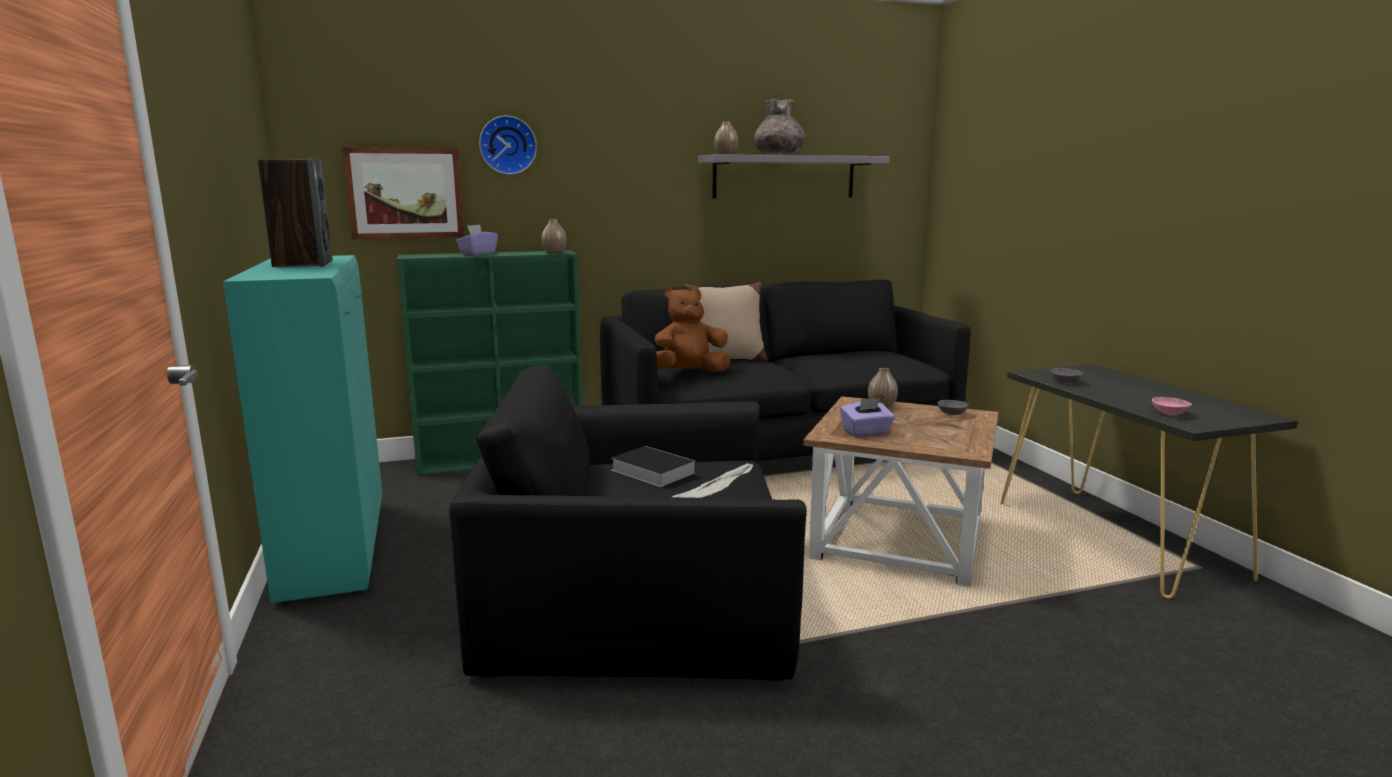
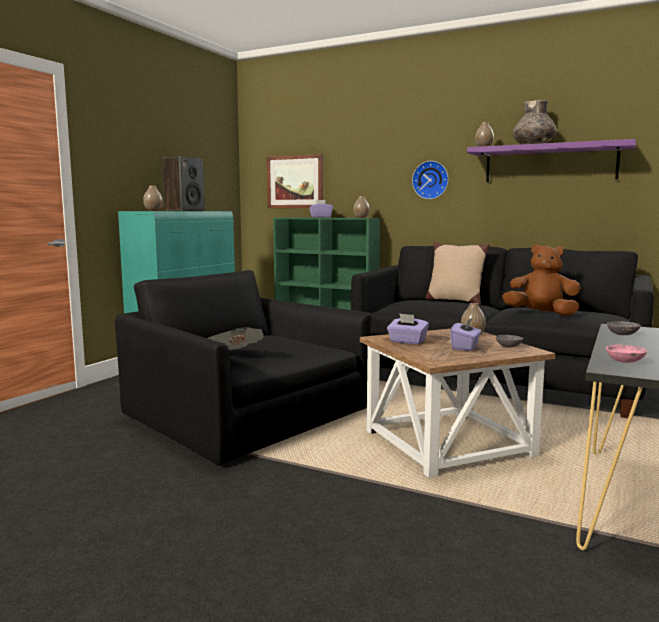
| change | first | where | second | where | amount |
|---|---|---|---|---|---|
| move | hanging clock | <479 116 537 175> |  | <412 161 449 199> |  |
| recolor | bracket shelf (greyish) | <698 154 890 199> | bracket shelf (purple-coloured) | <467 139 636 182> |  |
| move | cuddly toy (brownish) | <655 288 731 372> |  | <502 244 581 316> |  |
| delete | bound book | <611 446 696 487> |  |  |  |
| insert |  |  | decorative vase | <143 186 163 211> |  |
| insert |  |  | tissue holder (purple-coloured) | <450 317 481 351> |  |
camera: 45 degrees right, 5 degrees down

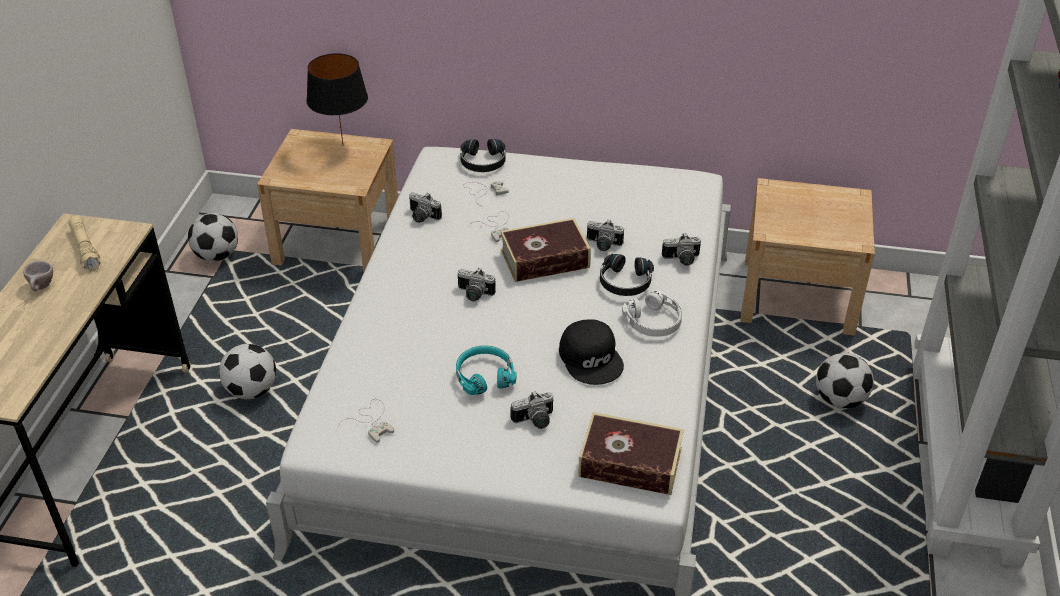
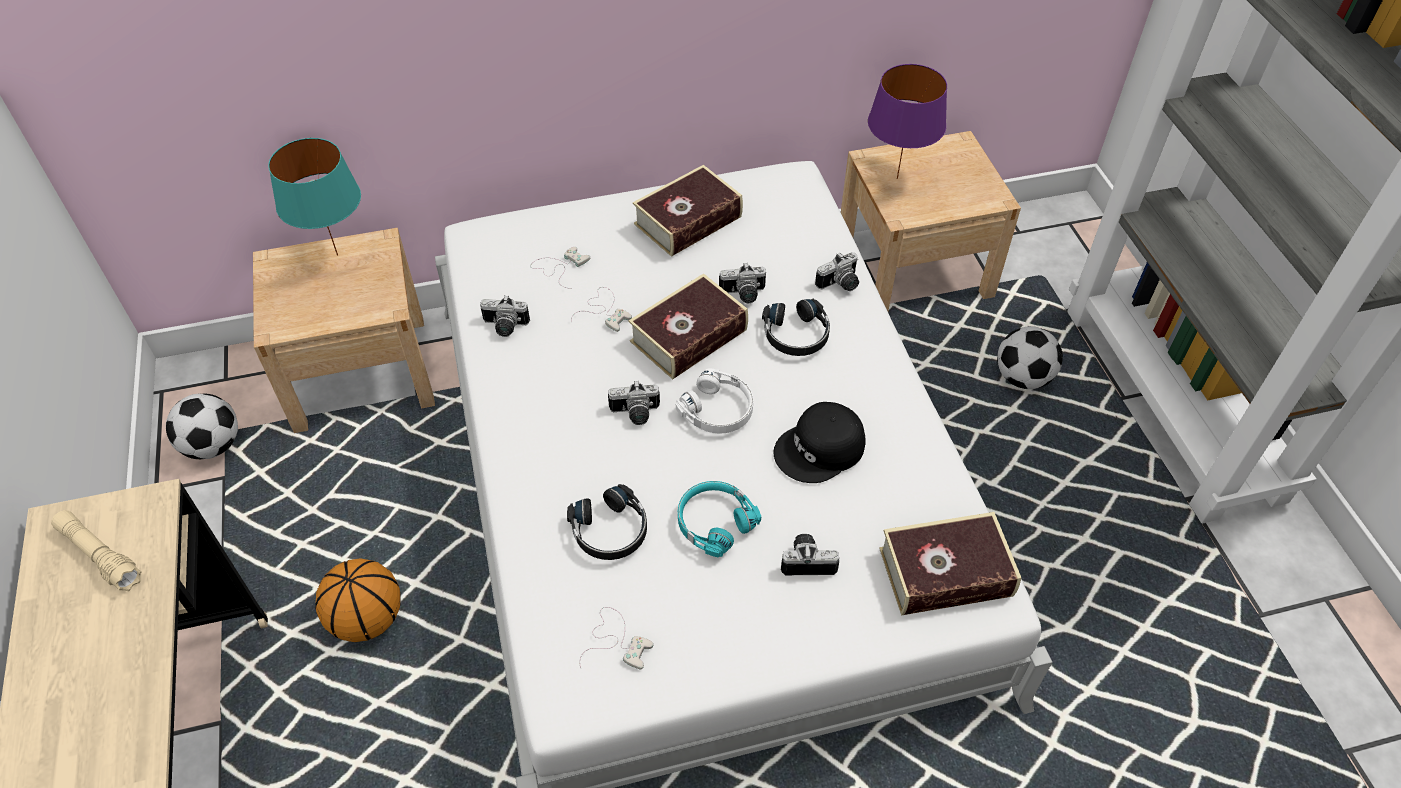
| change | first | where | second | where | amount |
|---|---|---|---|---|---|
| recolor | table lamp (blackish) | <306 53 368 144> | table lamp (turquoise-coloured) | <268 138 361 256> |  |
| move | pair of headphones (blackish) | <460 139 506 172> |  | <567 484 647 560> |  |
| delete | drinking cup (beige-coloured) | <23 261 53 291> |  |  |  |
| move | pair of headphones (white-coloured) | <622 290 682 337> |  | <676 368 753 434> |  |
| rotate | cap (blackish) | <559 319 624 385> |  | <773 402 865 483> | 105 degrees clockwise |
| replace | football | <219 344 276 399> | basketball ball | <315 558 400 642> |  |
| rotate | still camera | <510 391 553 429> |  | <781 534 839 575> | 135 degrees counterclockwise |
| insert |  |  | table lamp (purple-coloured) | <868 64 947 179> |  |
| insert |  |  | bound book | <633 165 743 257> |  |
camera: 25 degrees left, 10 degrees up

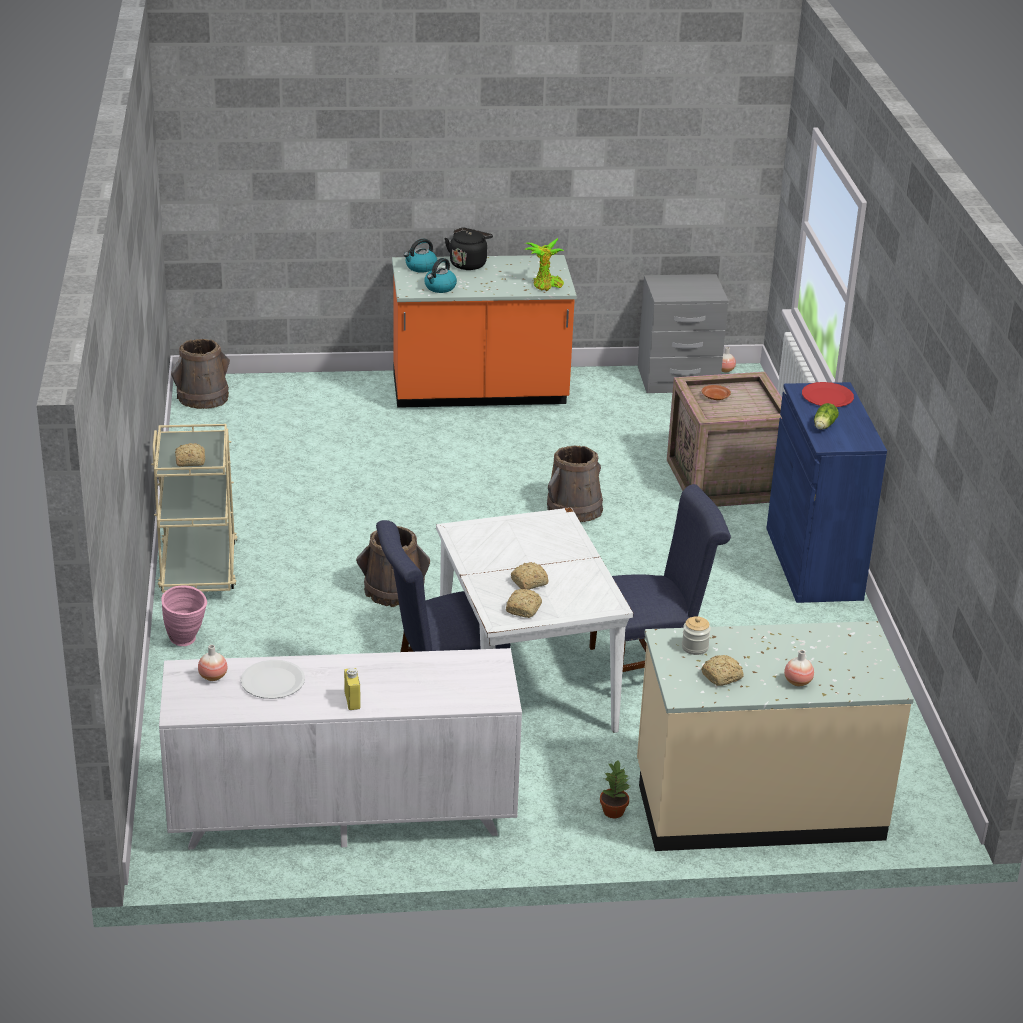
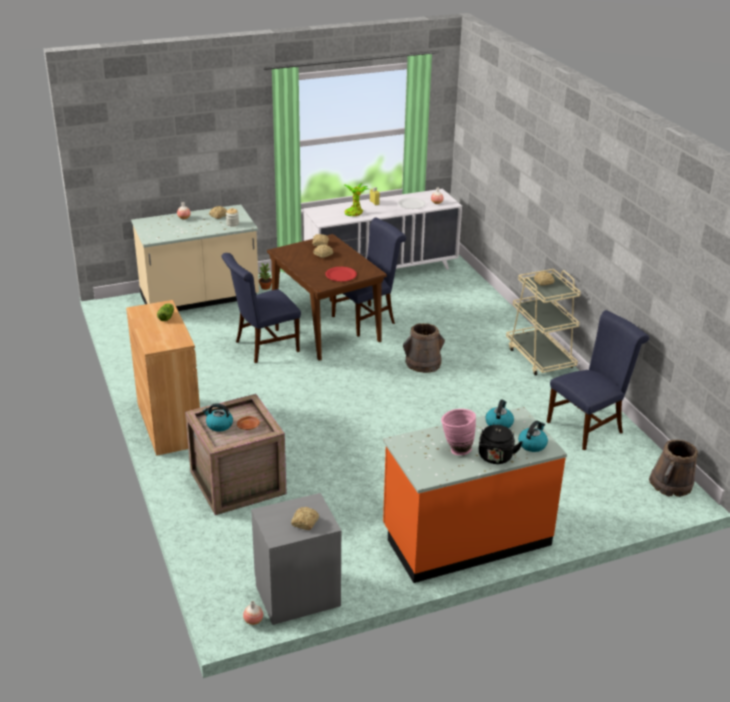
| change | first | where | second | where | amount |
|---|---|---|---|---|---|
| move | potted plant | <524 238 564 291> |  | <345 183 369 216> |  |
| recolor | cupboard (blue-coloured) | <766 382 887 603> | cupboard (brownish) | <126 300 200 456> |  |
| move | flat dish (red) | <802 382 854 407> |  | <325 267 357 282> |  |
| delete | bucket (brownish) | <547 446 603 522> |  |  |  |
| recolor | kitchen table (white-coloured) | <436 507 633 733> | kitchen table (brownish) | <267 234 387 361> |  |
| move | decorative vase (pinkish) | <161 586 207 646> |  | <441 409 476 455> |  |
| insert |  |  | plain chair (blue-coloured) | <547 310 649 450> |  |
| insert |  |  | tea kettle | <203 403 233 432> |  |
| insert |  |  | bakery bread | <291 507 319 530> |  |
camera: 165 degrees right, 0 degrees up

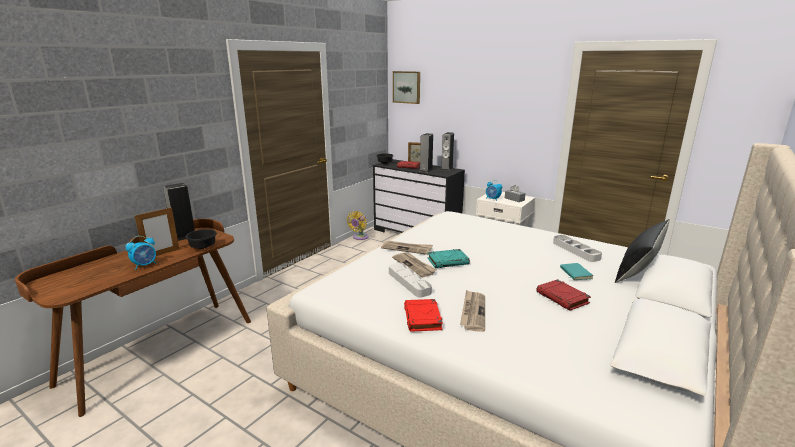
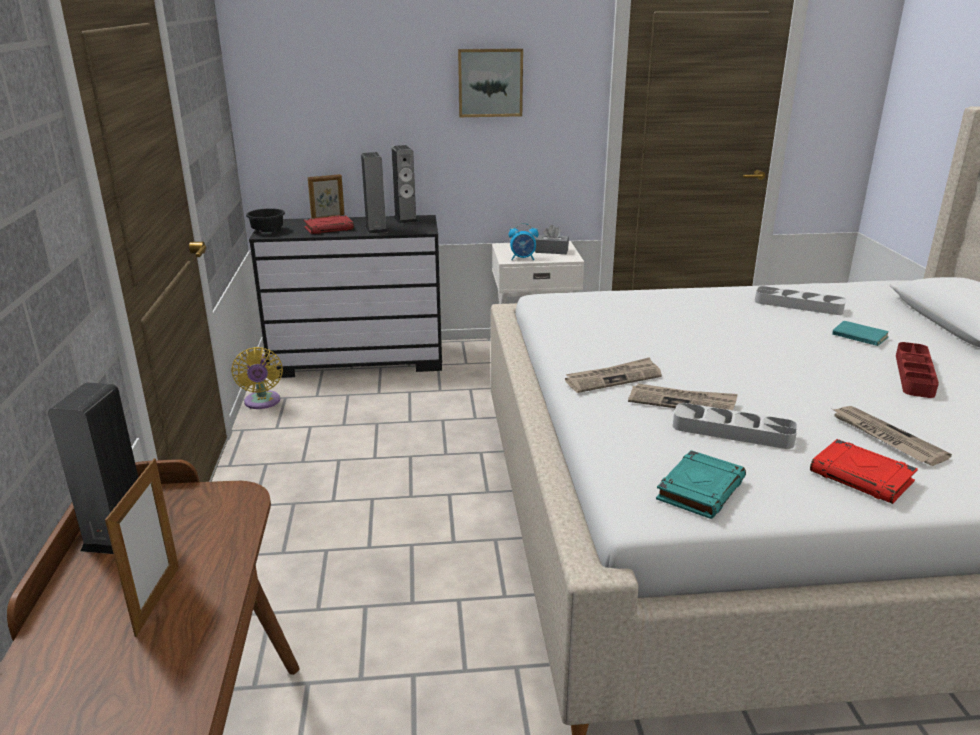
| change | first | where | second | where | amount |
|---|---|---|---|---|---|
| move | picture | <393 71 420 104> |  | <458 48 523 117> |  |
| delete | throw pillow (blackish) | <615 219 670 283> |  |  |  |
| delete | deep dish (blackish) | <185 229 217 249> |  |  |  |
| delete | bedside clock | <126 236 157 270> |  |  |  |
| move | bound book (turquoise-coloured) | <427 249 470 268> |  | <656 450 746 519> |  |
| replace | bound book (red) | <536 279 591 311> | carrying tray (red) | <896 342 939 398> |  |
camera: 40 degrees left, 5 degrees up

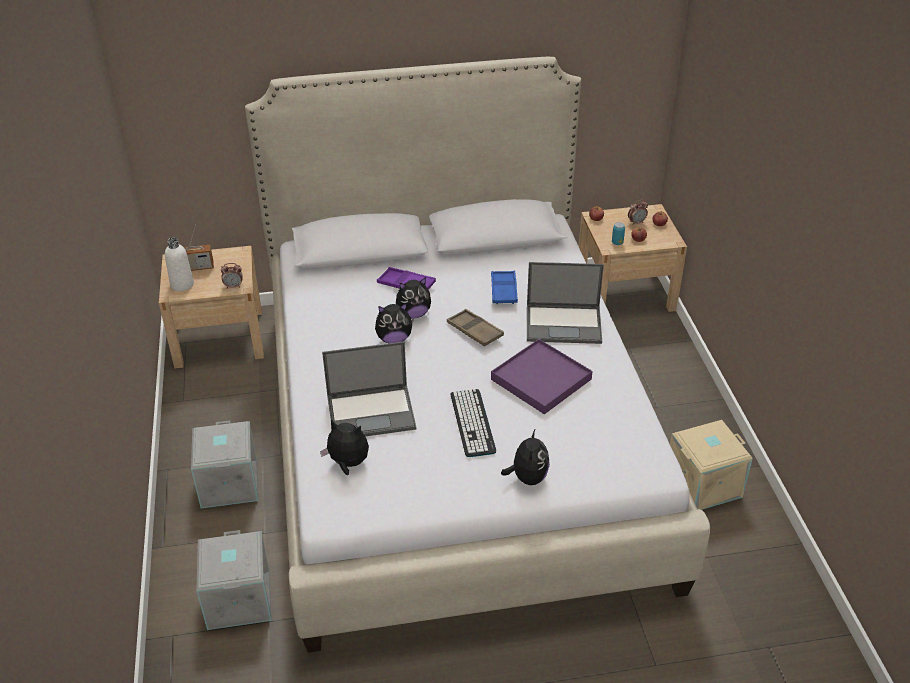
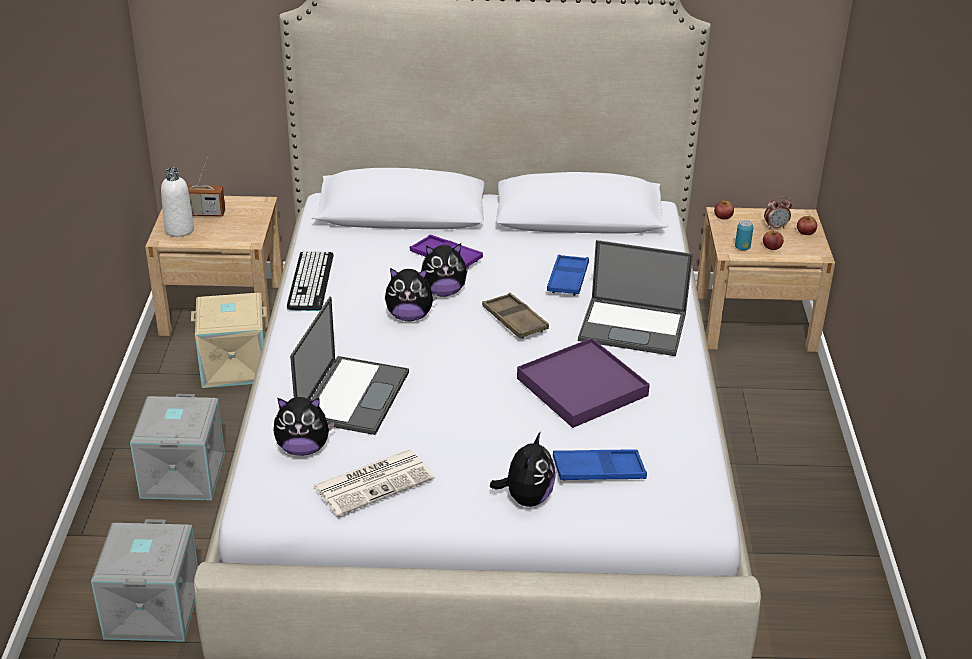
| change | first | where | second | where | amount |
|---|---|---|---|---|---|
| delete | bedside clock | <221 263 243 289> |  |  |  |
| rotate | portable computer | <322 342 416 437> |  | <290 297 409 435> | 75 degrees counterclockwise |
| move | PC keyboard | <451 389 496 457> |  | <287 251 334 311> |  |
| rotate | cuddly toy | <320 420 369 475> |  | <273 397 335 456> | 150 degrees clockwise |
| move | storage container (beige-coloured) | <670 420 753 510> |  | <191 293 267 388> |  |
| insert |  |  | printed paper | <313 449 435 516> |  |
| insert |  |  | carrying tray (blue-coloured) | <553 449 647 481> |  |
camera: 10 degrees right, 5 degrees down

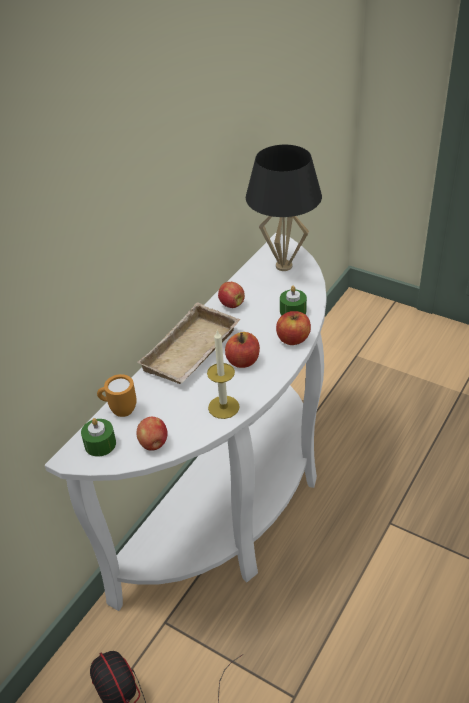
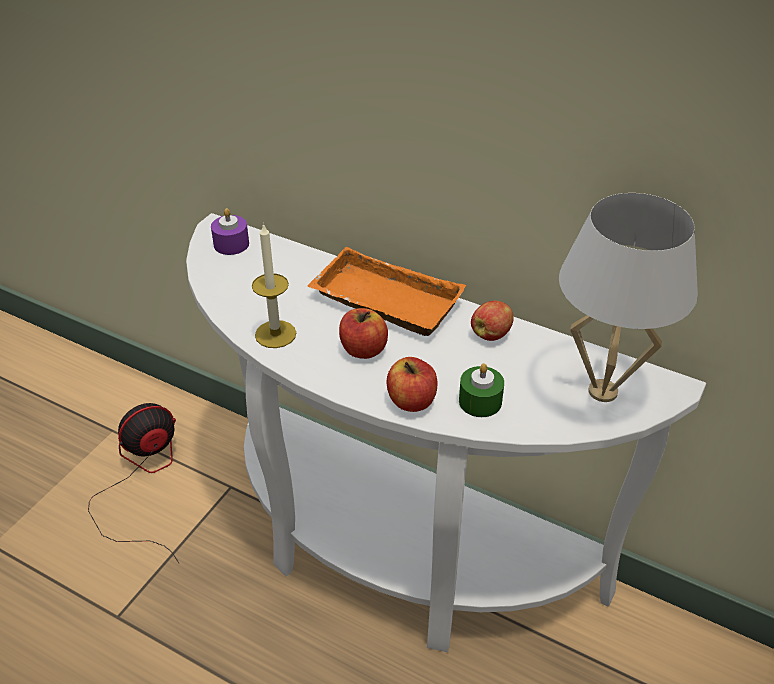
| change | first | where | second | where | amount |
|---|---|---|---|---|---|
| recolor | table lamp (blackish) | <246 145 322 271> | table lamp (white-coloured) | <559 193 698 402> |  |
| recolor | carrying tray (beige-coloured) | <137 302 240 384> | carrying tray (orangey) | <307 247 466 336> |  |
| delete | tea mug (orangey) | <97 374 137 417> |  |  |  |
| delete | apple fruit | <137 417 168 451> |  |  |  |
| recolor | candle (green-coloured) | <81 418 116 457> | candle (purple-coloured) | <211 208 249 255> |  |
camera: 85 degrees right, 0 degrees up

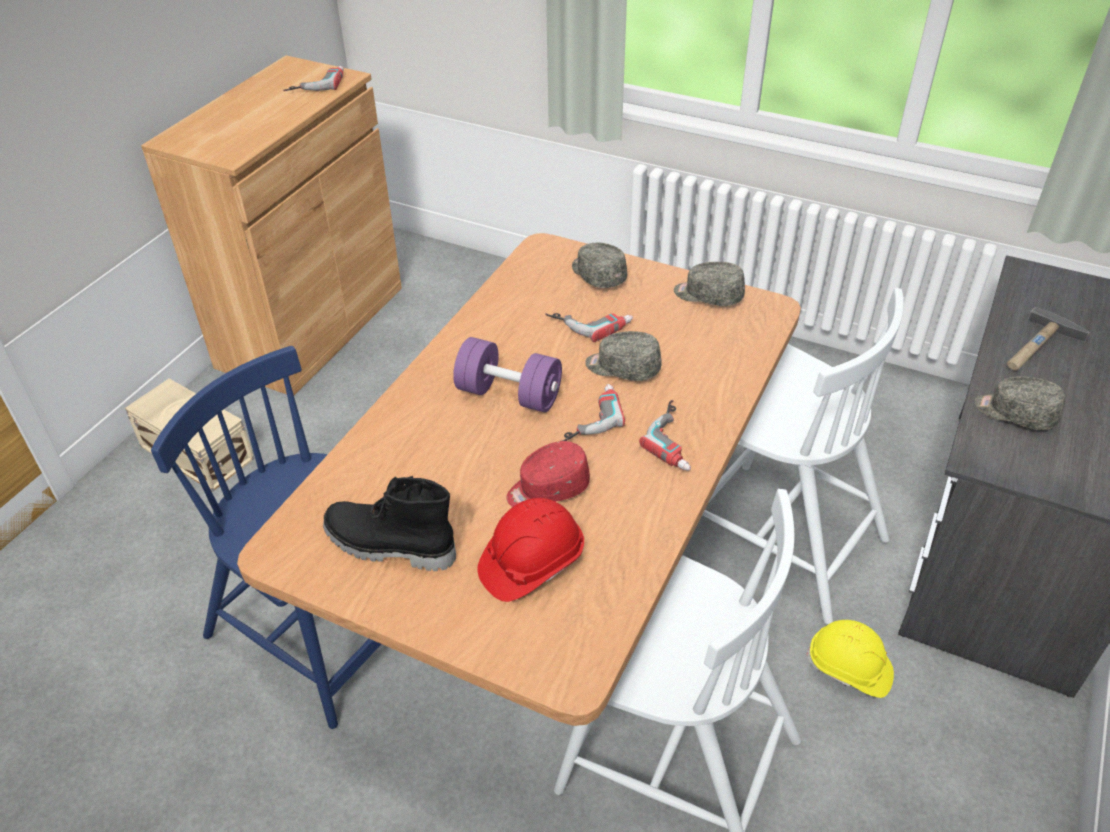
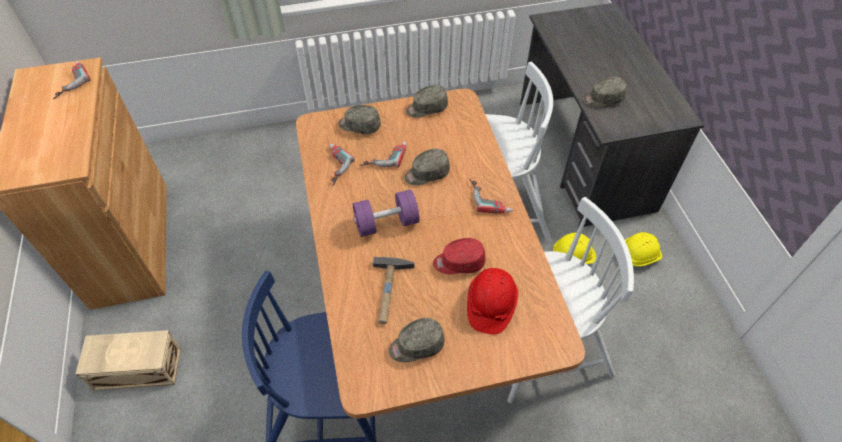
| change | first | where | second | where | amount |
|---|---|---|---|---|---|
| move | hand hammer | <1007 307 1090 371> |  | <373 257 414 324> |  |
| move | drill | <562 384 625 441> |  | <329 144 355 186> |  |
| rotate | cap (red) | <506 441 590 507> |  | <433 238 485 274> | 60 degrees clockwise |
| replace | boot (blackish) | <323 476 456 571> | cap (greyish) | <389 318 444 362> |  |
| insert |  |  | hard hat (yellowish) | <625 232 662 268> |  |
camera: 40 degrees left, 10 degrees up

